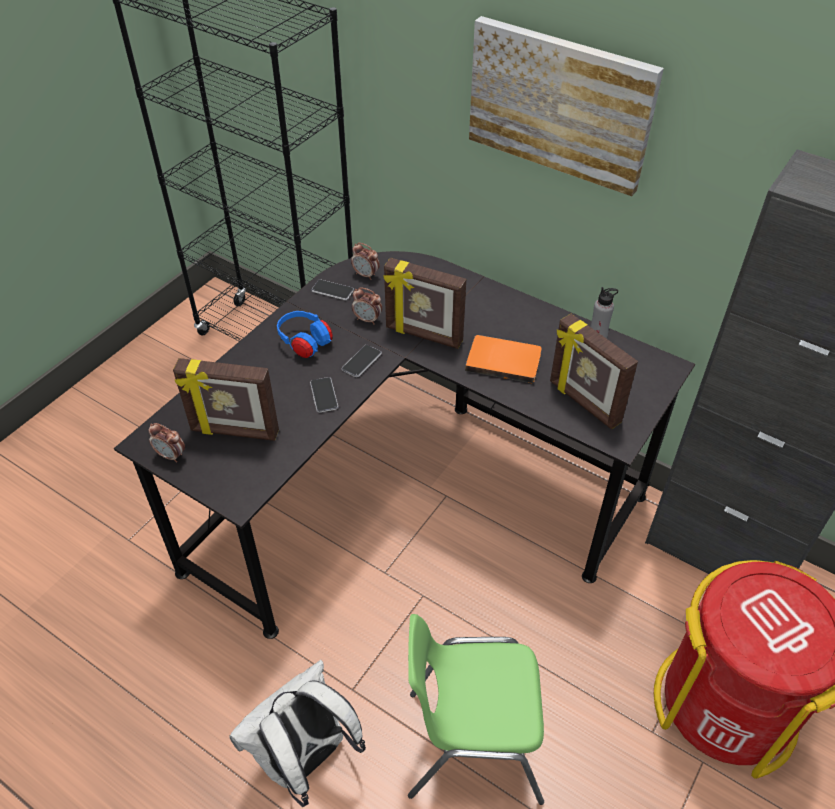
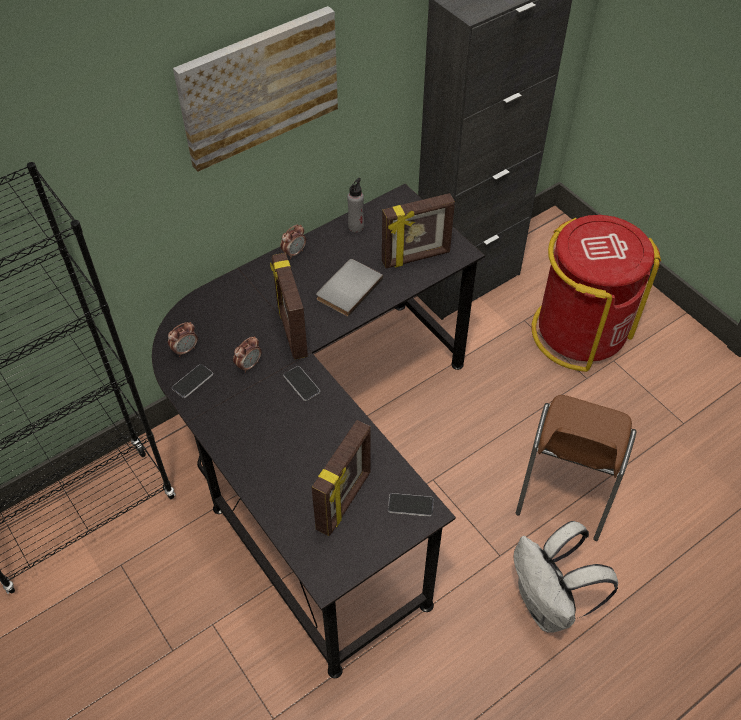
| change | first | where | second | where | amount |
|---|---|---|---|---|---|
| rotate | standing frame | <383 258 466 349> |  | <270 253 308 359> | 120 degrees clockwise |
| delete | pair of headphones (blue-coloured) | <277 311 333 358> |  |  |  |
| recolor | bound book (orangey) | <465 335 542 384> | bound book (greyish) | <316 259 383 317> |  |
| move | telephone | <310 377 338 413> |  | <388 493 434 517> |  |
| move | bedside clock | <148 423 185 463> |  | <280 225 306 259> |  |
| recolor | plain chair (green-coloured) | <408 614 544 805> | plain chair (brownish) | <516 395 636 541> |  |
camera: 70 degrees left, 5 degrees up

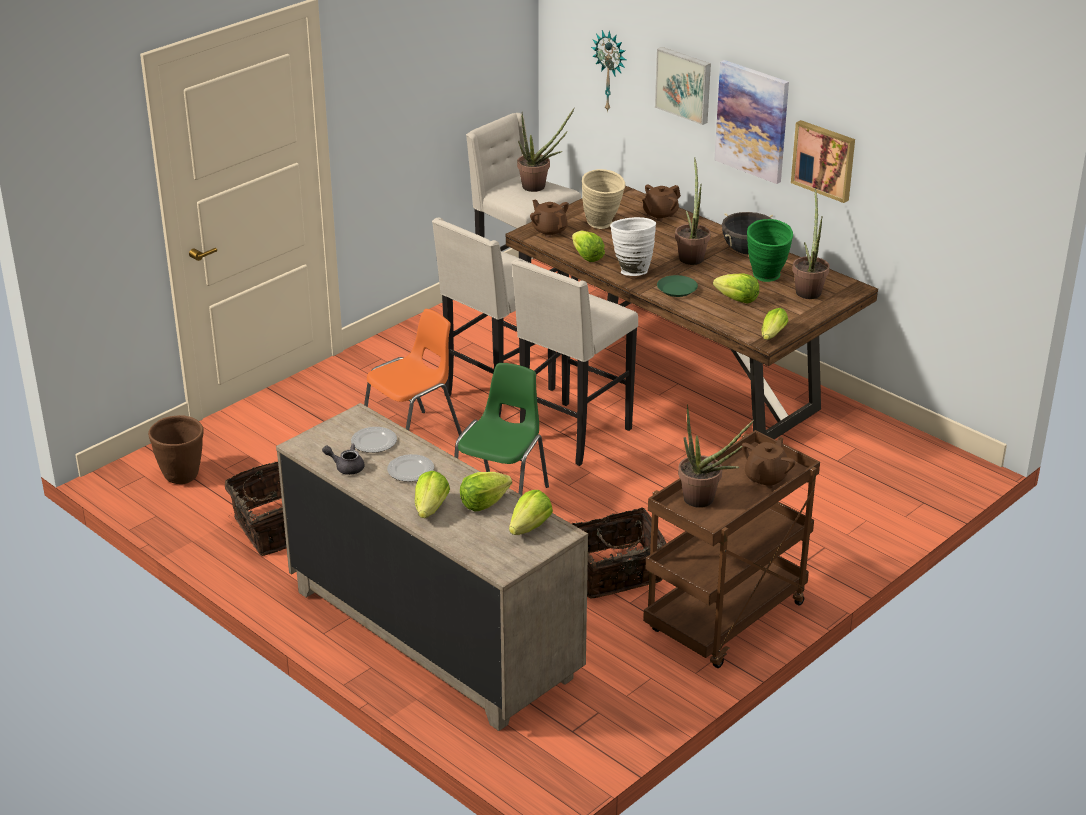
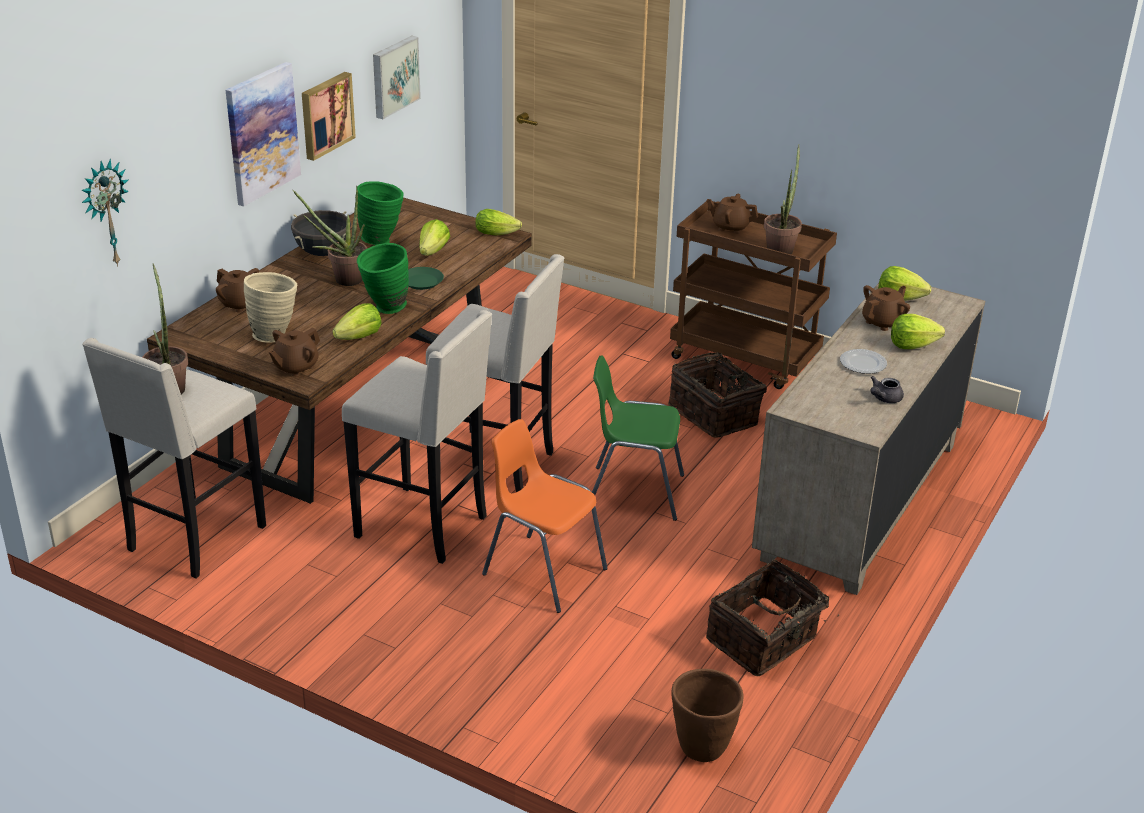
| change | first | where | second | where | amount |
|---|---|---|---|---|---|
| move | picture | <655 47 711 125> |  | <373 36 421 119> |  |
| delete | potted plant | <792 188 830 299> |  |  |  |
| recolor | decorative vase (white-coloured) | <610 217 656 276> | decorative vase (green-coloured) | <357 243 409 314> |  |
| delete | flat dish | <351 427 397 453> |  |  |  |
| rotate | teapot (greyish) | <322 444 364 475> |  | <870 376 904 403> | 45 degrees clockwise |
| replace | lettuce head | <460 472 512 512> | teapot (brownish) | <862 285 910 331> |  |
camera: 105 degrees left, 0 degrees up

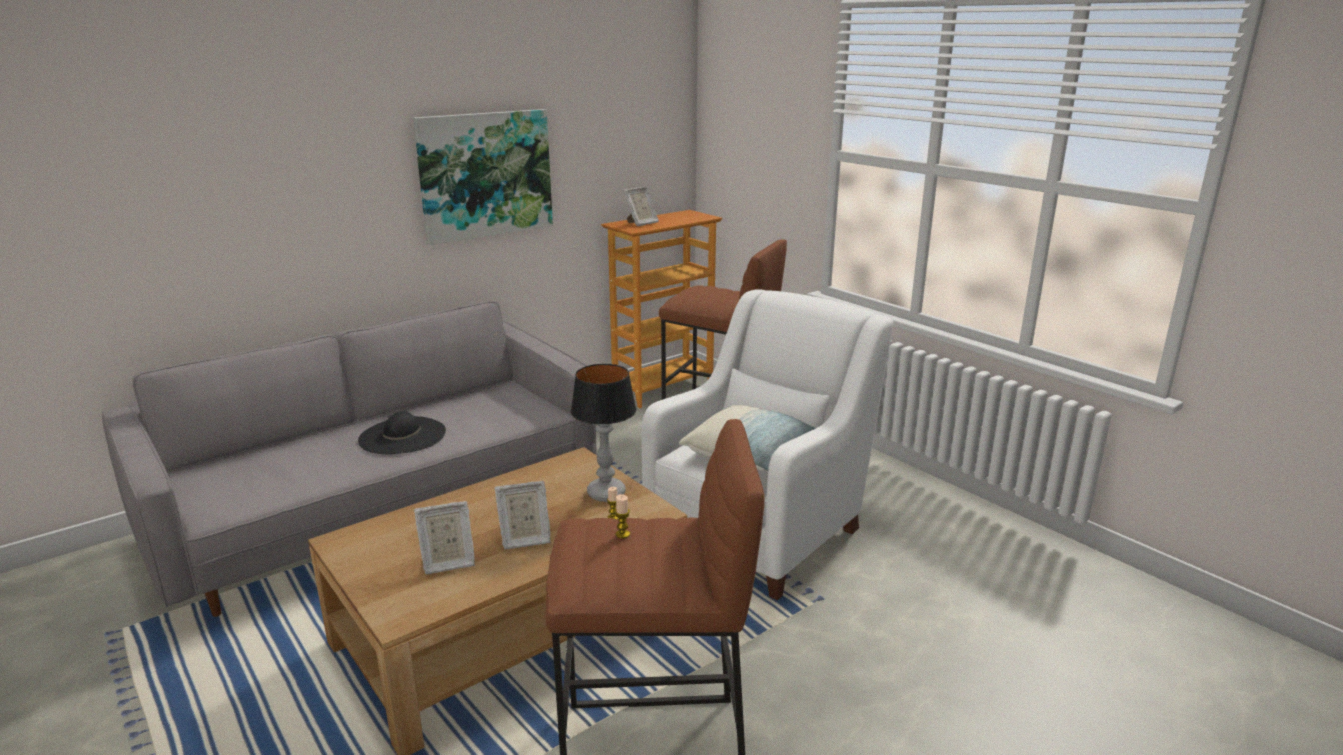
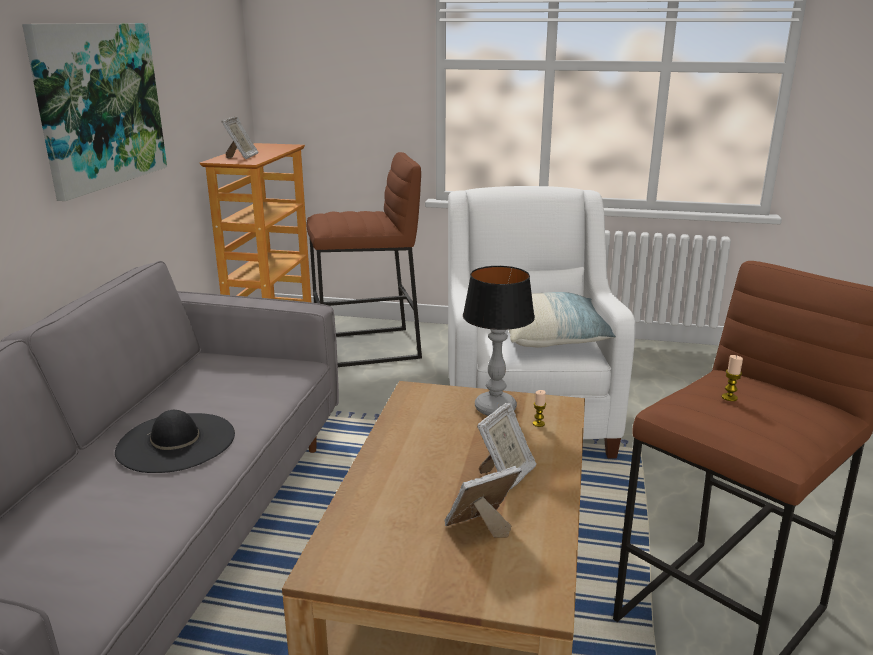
| change | first | where | second | where | amount |
|---|---|---|---|---|---|
| rotate | standing frame | <414 501 475 574> |  | <445 466 522 538> | 150 degrees counterclockwise |
camera: 40 degrees left, 0 degrees up

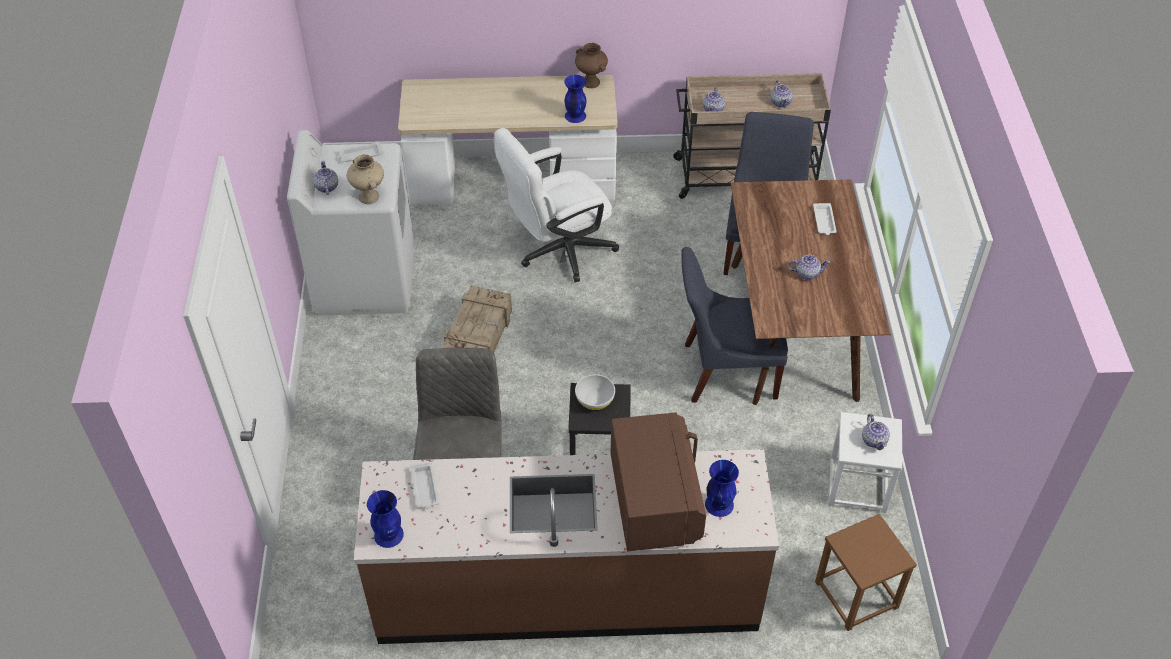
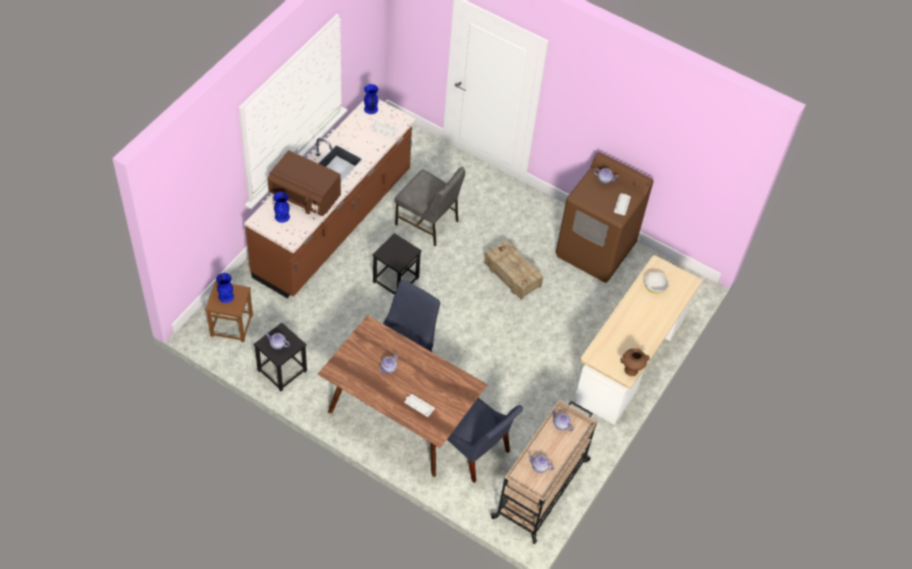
| change | first | where | second | where | amount |
|---|---|---|---|---|---|
| move | decorative vase (blue-coloured) | <564 75 587 123> |  | <216 273 234 303> |  |
| delete | desk chair (white-coloured) | <493 128 619 282> |  |  |  |
| recolor | laundry machine (white-coloured) | <287 130 414 316> | laundry machine (brownish) | <556 152 654 283> |  |
| delete | decorative vase (beige-coloured) | <347 155 384 204> |  |  |  |
| move | deep dish (white-coloured) | <575 374 615 410> |  | <644 272 669 293> |  |
| recolor | sitting stool (white-coloured) | <828 412 902 513> | sitting stool (blackish) | <254 323 307 391> |  |
camera: 120 degrees right, 5 degrees up

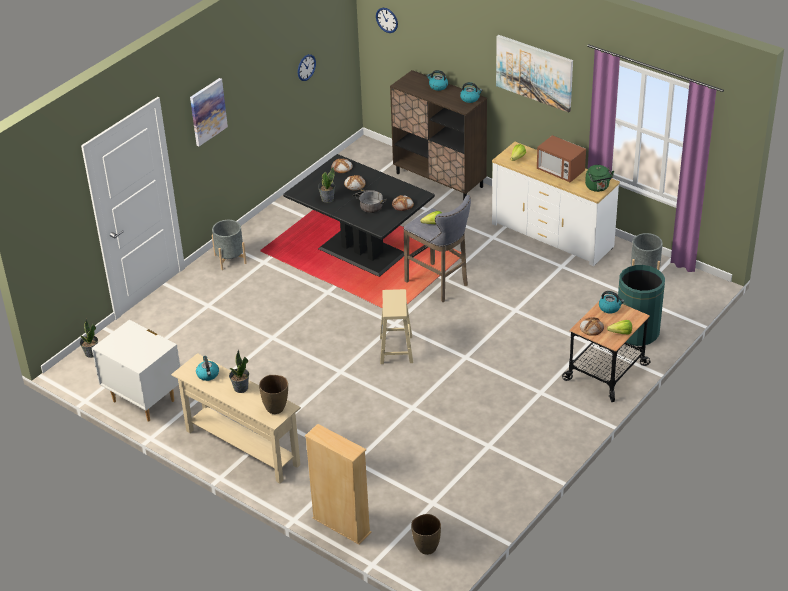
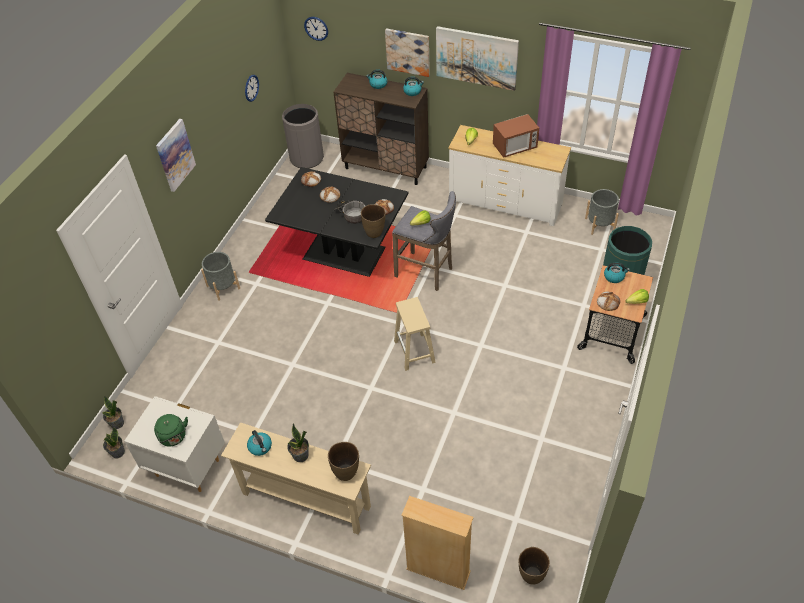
| change | first | where | second | where | amount |
|---|---|---|---|---|---|
| rotate | microwave | <537 135 586 182> |  | <493 114 539 158> | 45 degrees counterclockwise |
| move | tea kettle (green-coloured) | <585 165 614 192> |  | <154 414 188 447> |  |
| move | potted plant | <318 167 335 203> |  | <103 427 125 459> |  |
| insert |  |  | picture | <385 29 430 77> |  |
| insert |  |  | waste bin (greyish) | <282 104 324 169> |  |
| insert |  |  | decorative vase (brownish) | <361 204 385 238> |  |
camera: 15 degrees left, 10 degrees up

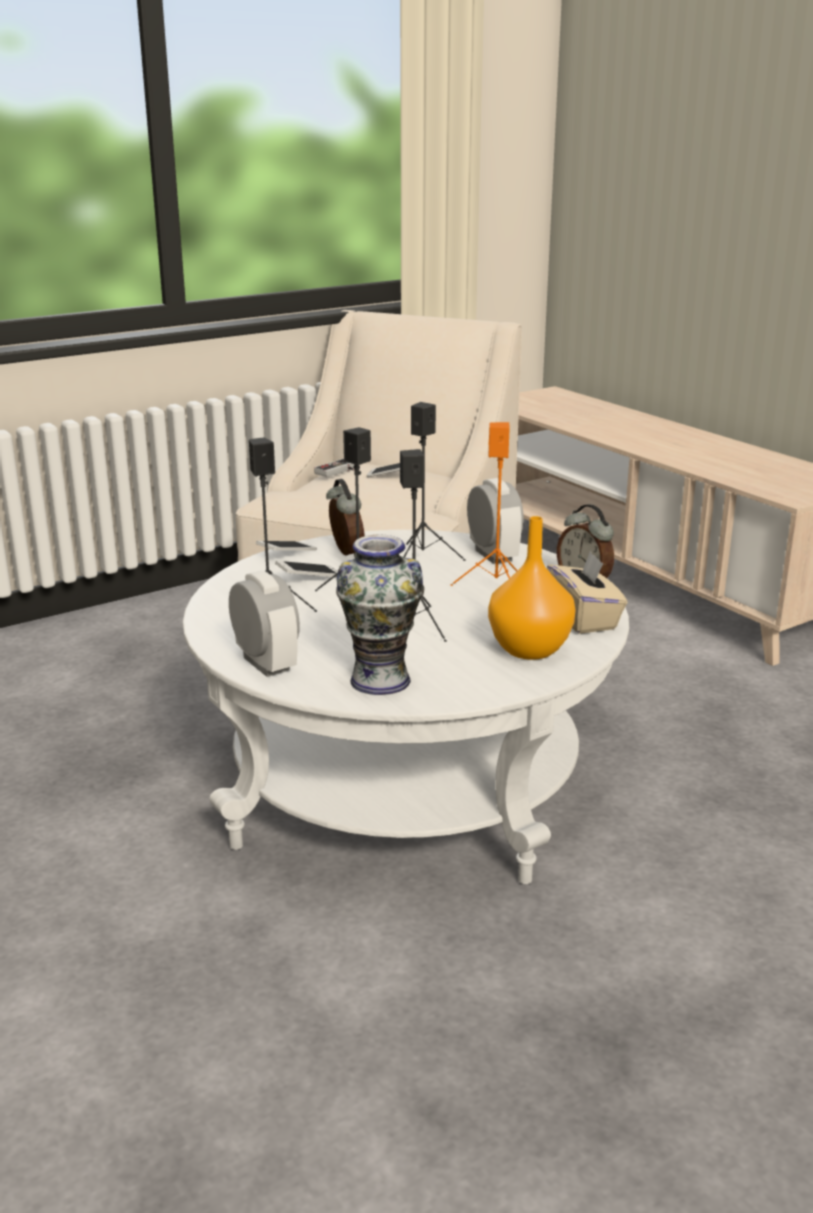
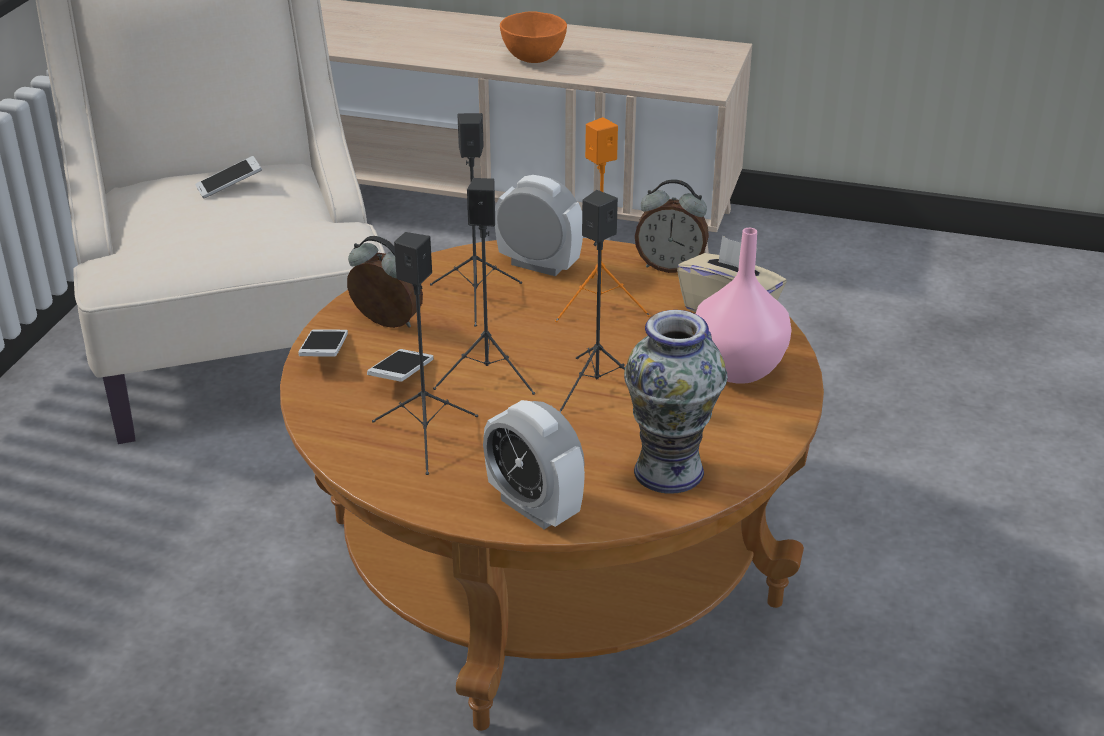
| change | first | where | second | where | amount |
|---|---|---|---|---|---|
| delete | gamepad | <314 459 354 477> |  |  |  |
| recolor | decorative vase (orangey) | <488 516 576 660> | decorative vase (pinkish) | <696 228 791 384> |  |
| recolor | coffee table (white-coloured) | <183 530 629 884> | coffee table (brownish) | <280 238 824 731> |  |
| rotate | bedside clock | <229 570 300 677> |  | <483 400 585 529> | 150 degrees counterclockwise |
| insert |  |  | deep dish (orangey) | <500 11 567 63> |  |
camera: 40 degrees left, 10 degrees up

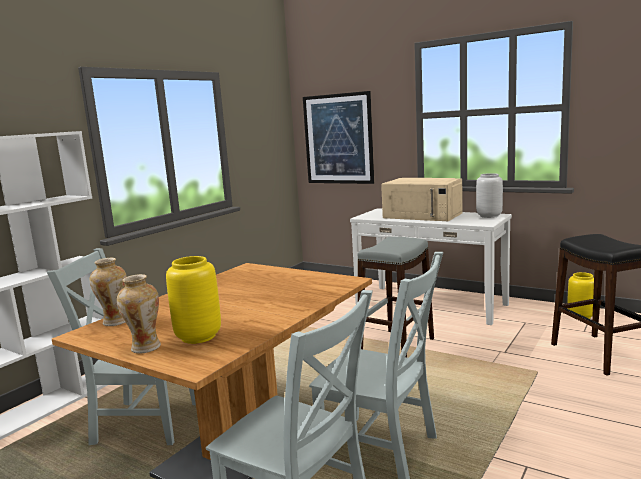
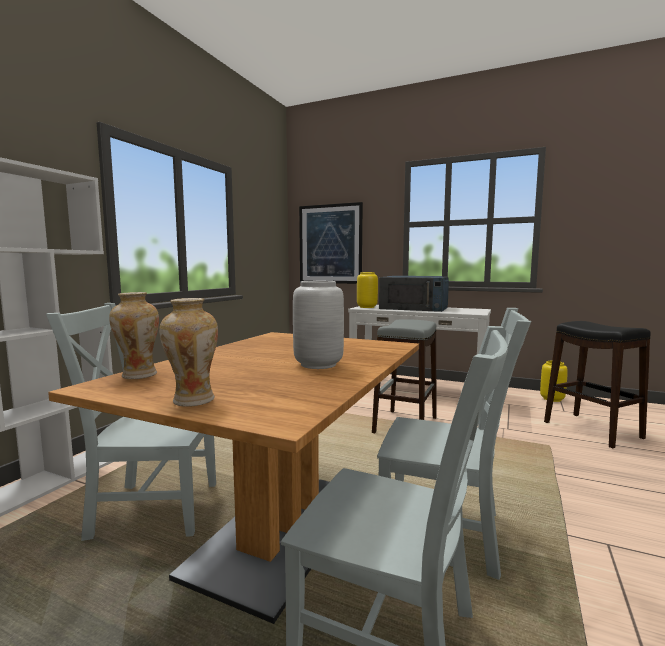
| change | first | where | second | where | amount |
|---|---|---|---|---|---|
| move | decorative vase (greyish) | <476 173 503 218> |  | <293 281 344 369> |  |
| recolor | microwave (beige-coloured) | <381 178 463 221> | microwave (blue-coloured) | <379 276 449 312> |  |
| move | decorative vase (yellowish) | <166 256 221 344> |  | <357 272 378 308> |  |
camera: 10 degrees left, 5 degrees down

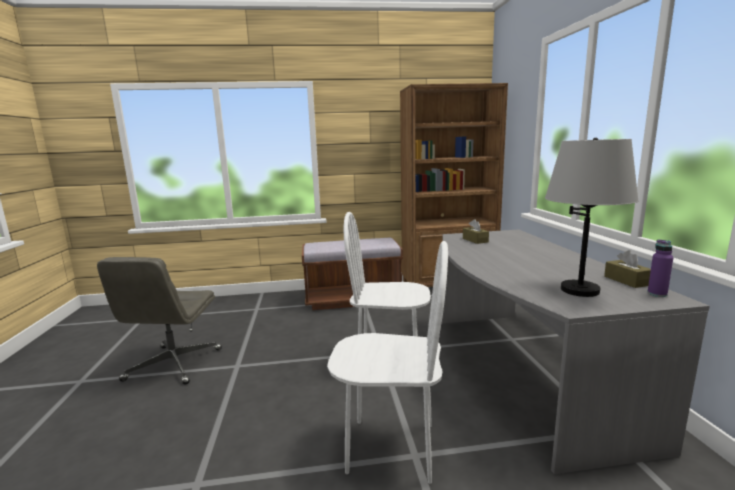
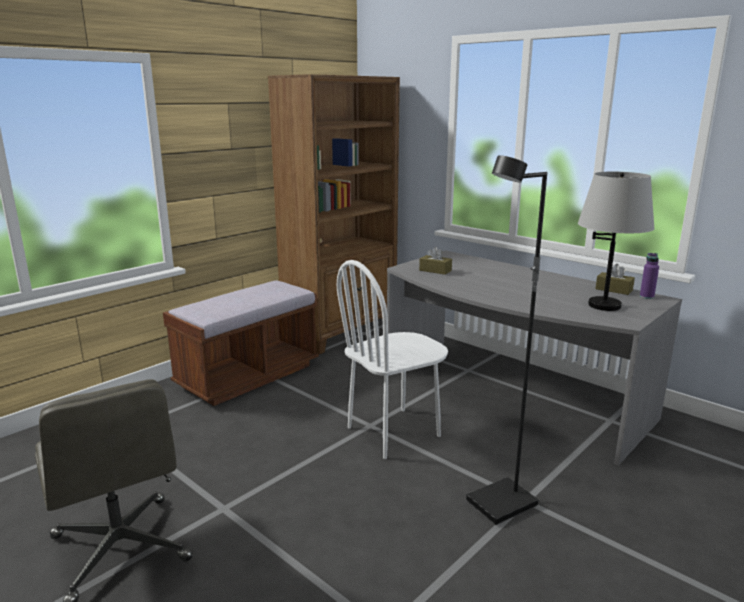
| change | first | where | second | where | amount |
|---|---|---|---|---|---|
| replace | plain chair (white-coloured) | <327 241 448 484> | standard lamp (blackish) | <466 155 547 525> |  |
camera: 40 degrees left, 5 degrees up

